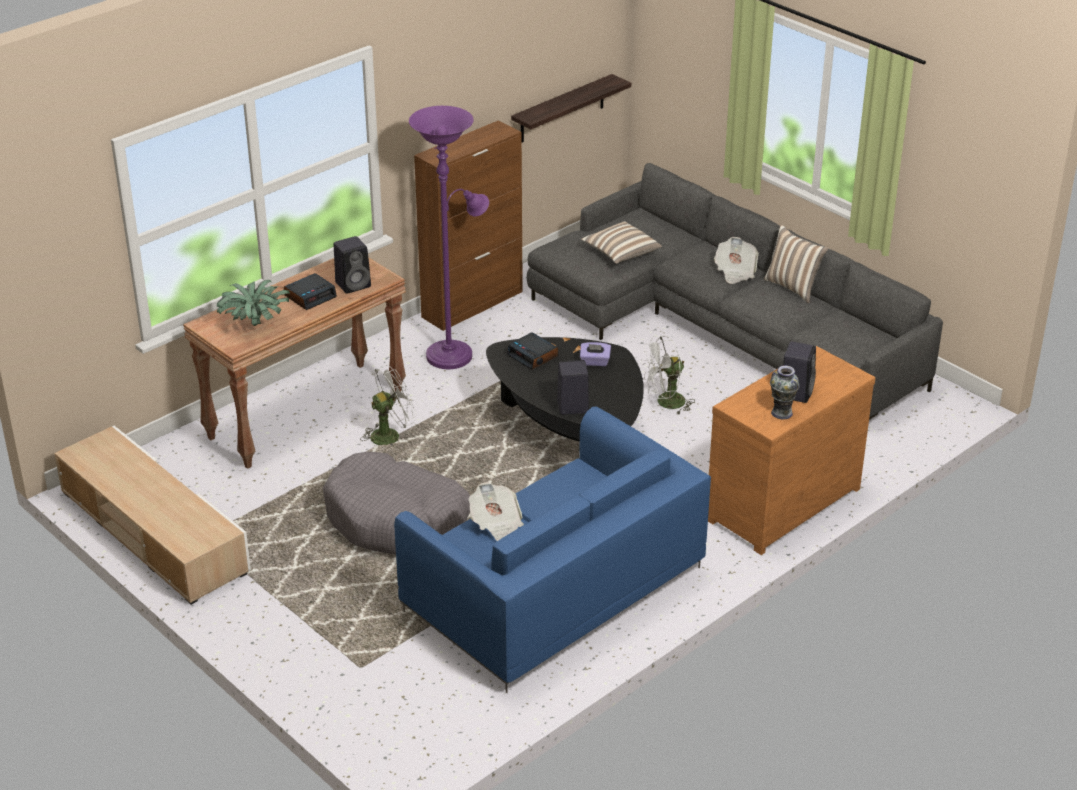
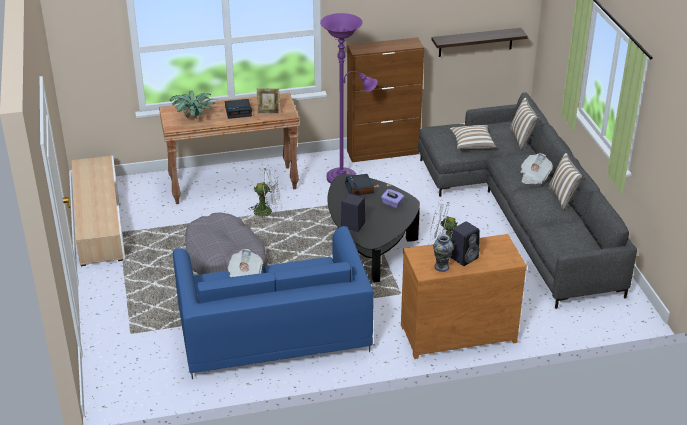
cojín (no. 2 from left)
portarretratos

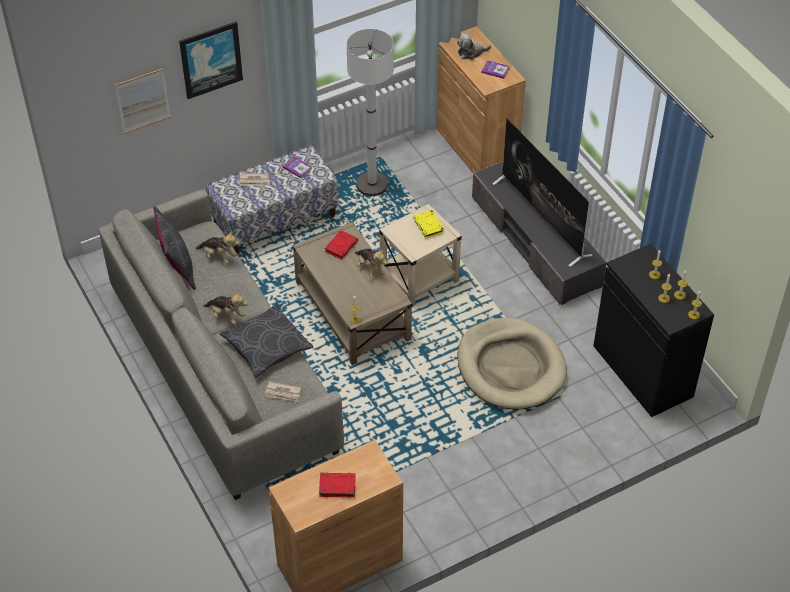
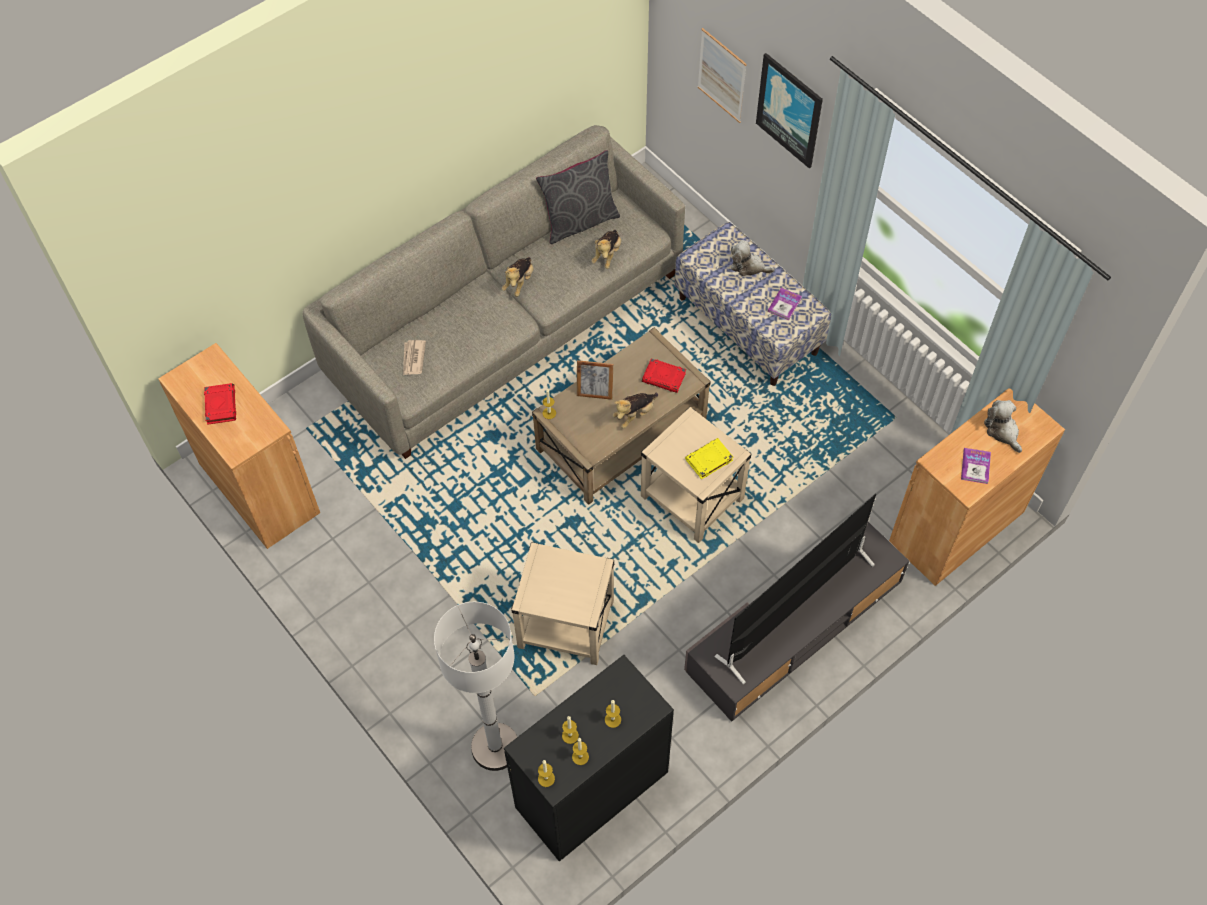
cojín/gris (no. 2 from left in the first image)
portarretratos
lámpara de pie/blanco
peluche (no. 4 from left)
mesa auxiliar/beis (no. 1 from left)

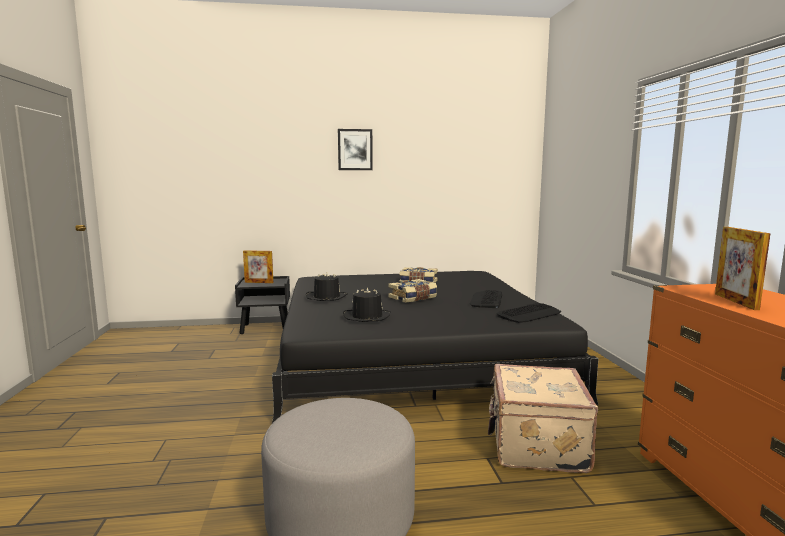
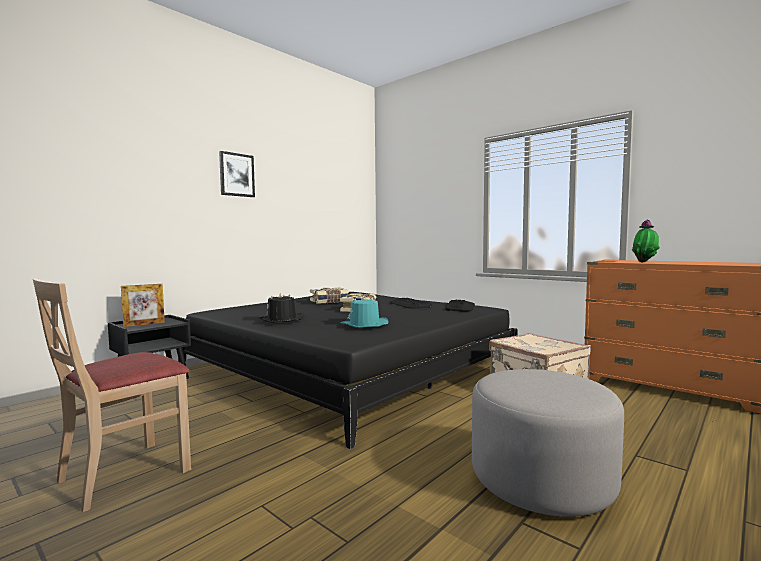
silla/beis
planta en maceta
sombrero/turquesa

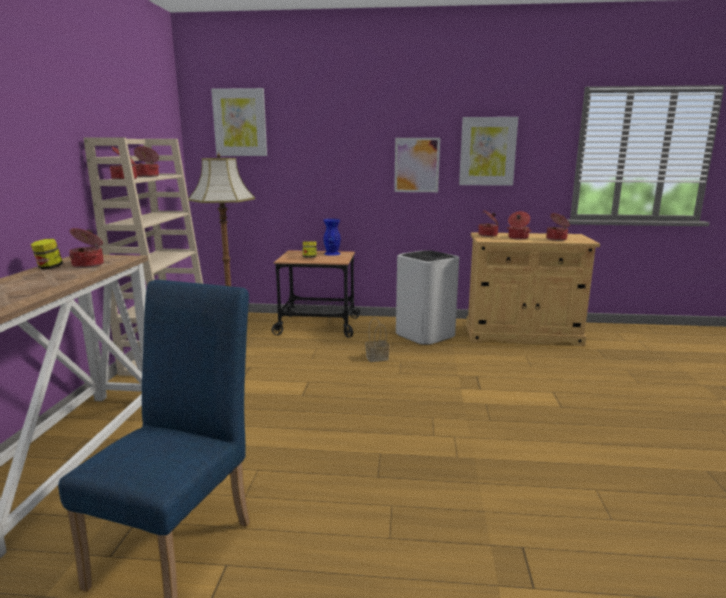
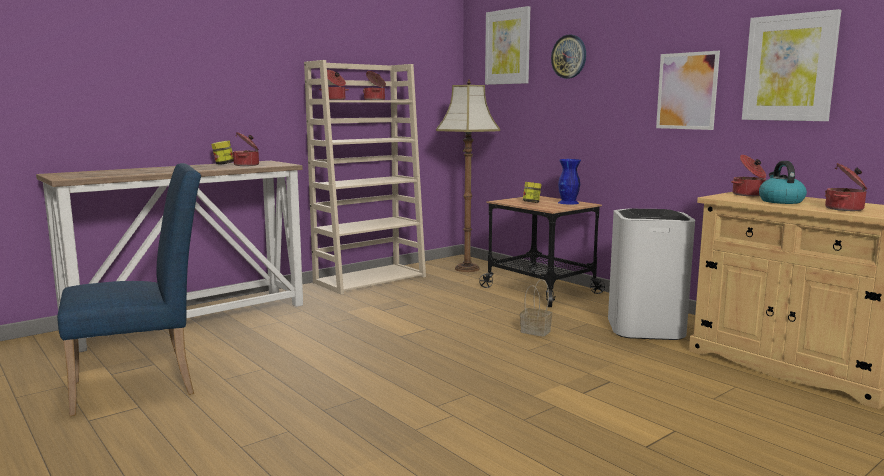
reloj de pared
hervidor

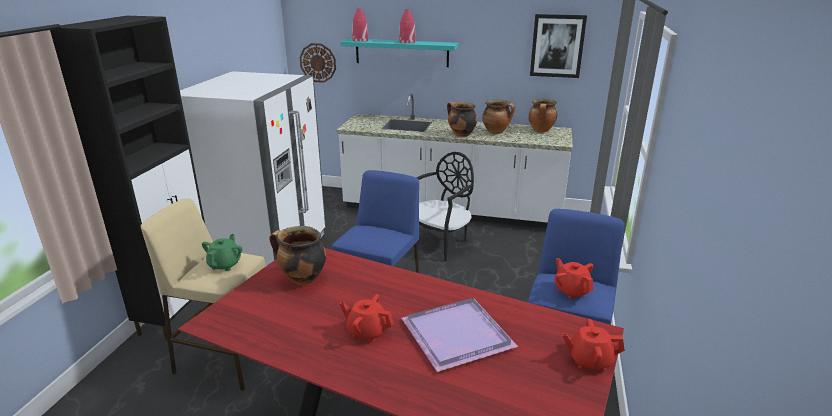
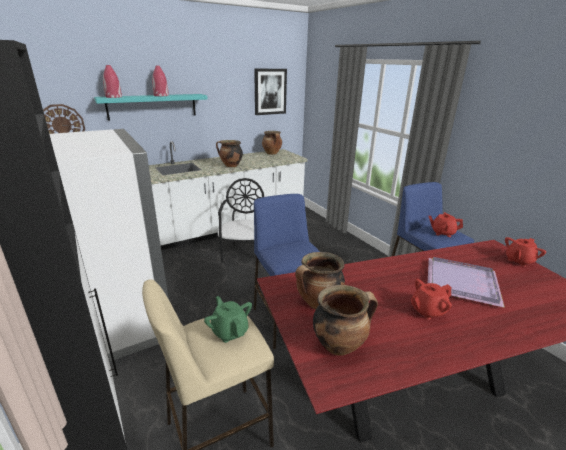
olla (no. 4 from left)

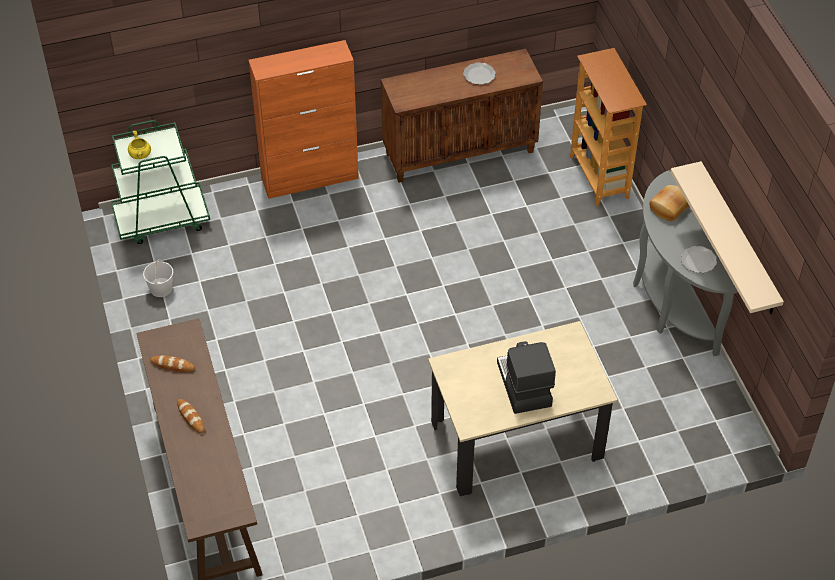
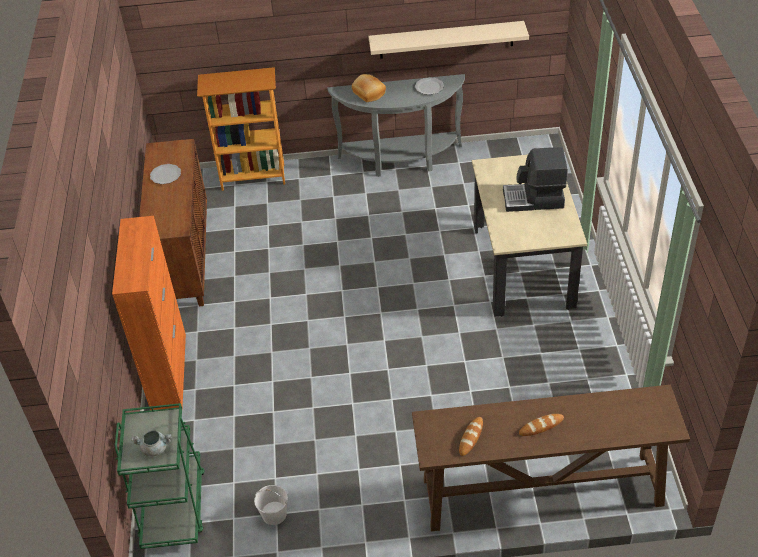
olla/gris

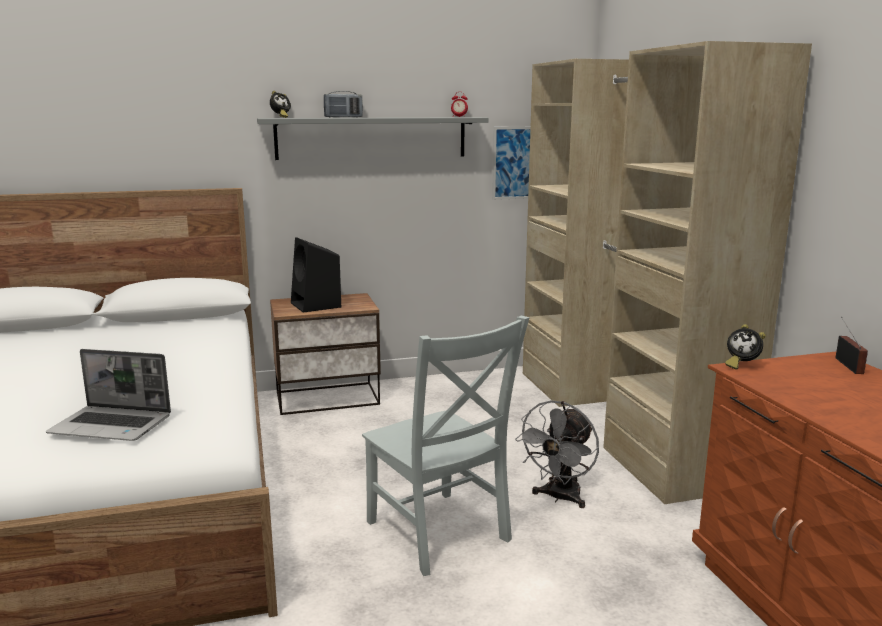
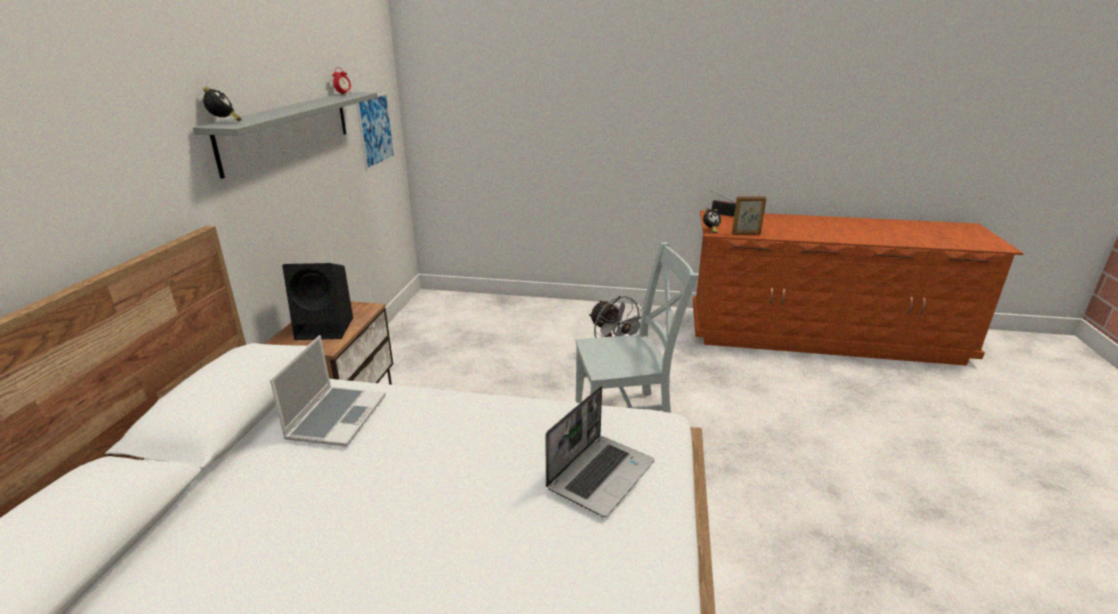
radio (no. 1 from left in the first image)
armario ropero/beis
portátil (no. 1 from left)
portarretratos

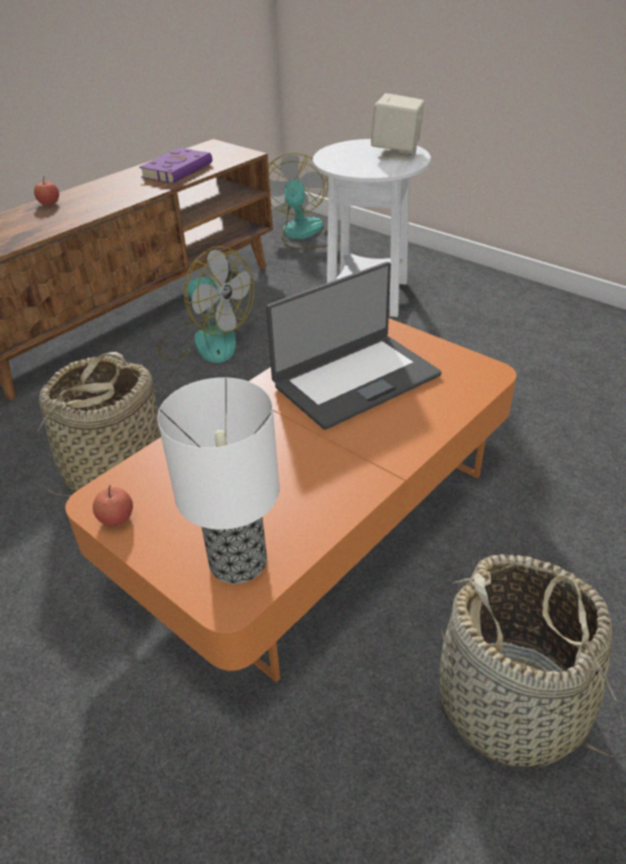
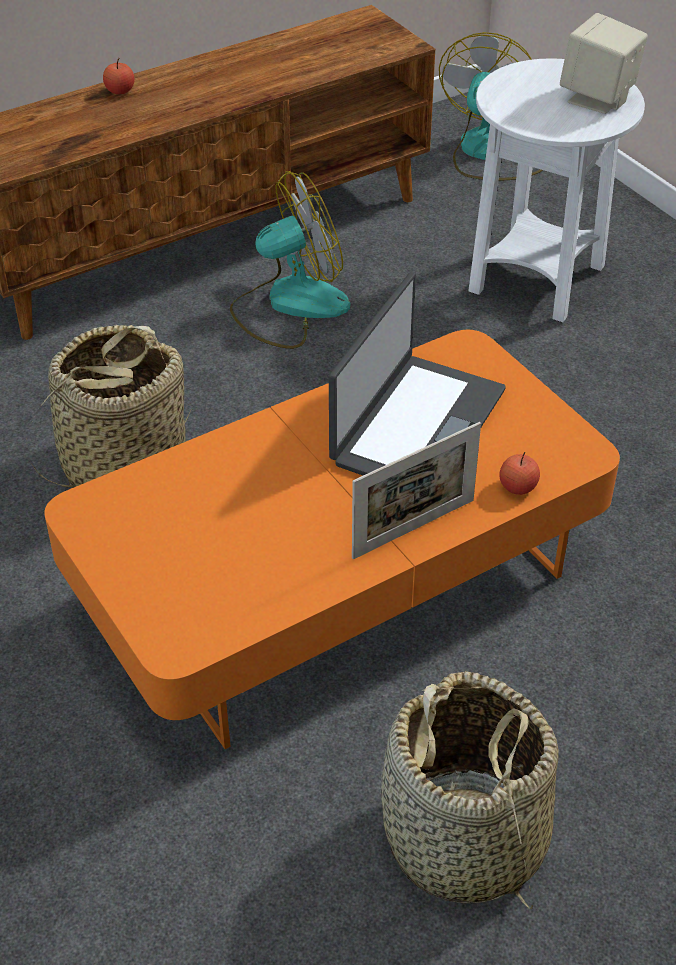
libro/morado
lámpara de mesa
portarretratos
manzana (no. 2 from left)
ventilador (no. 1 from left)
portátil

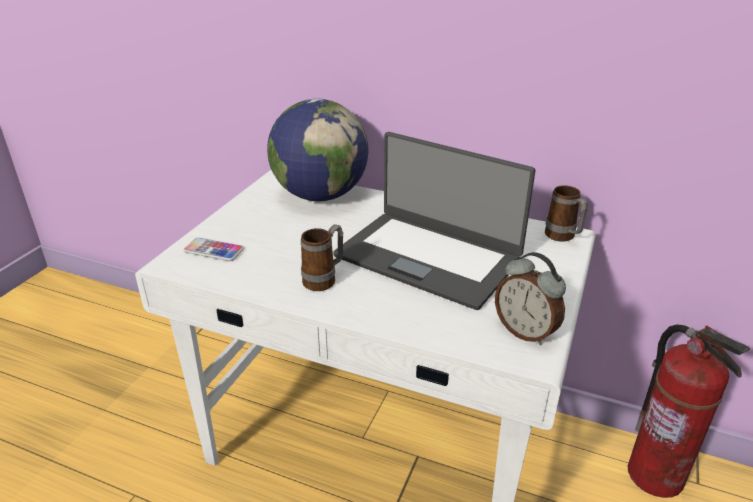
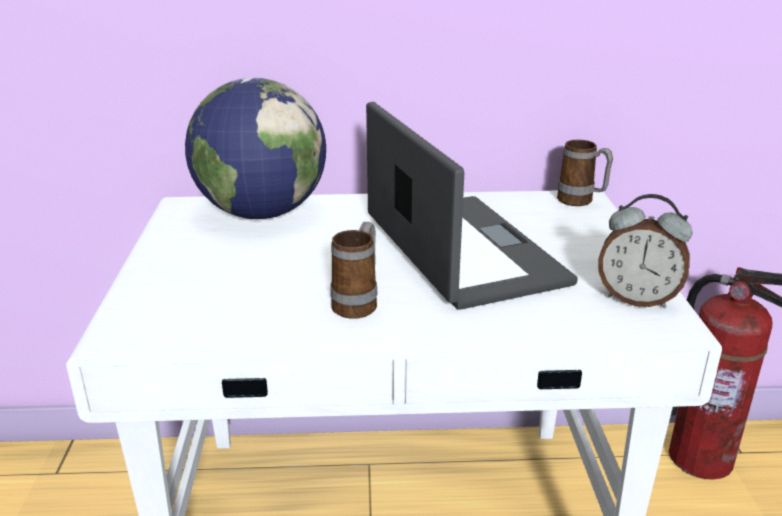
móvil
portátil

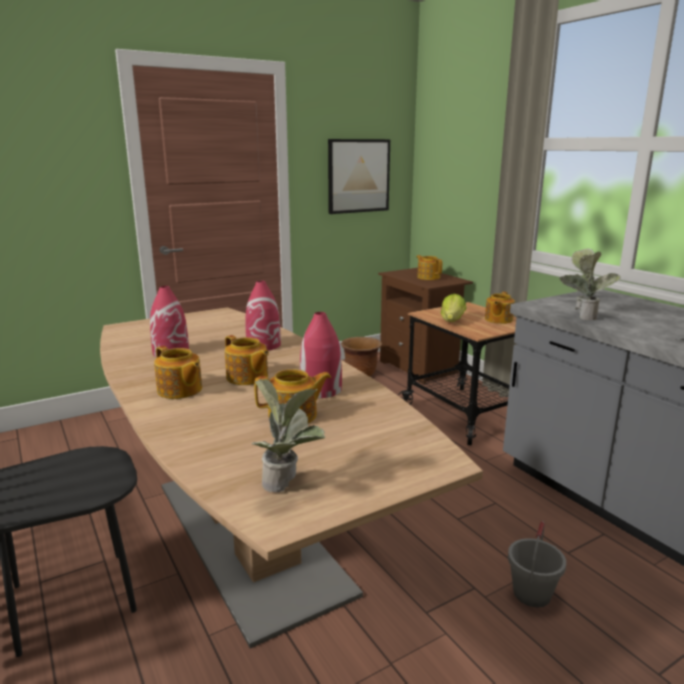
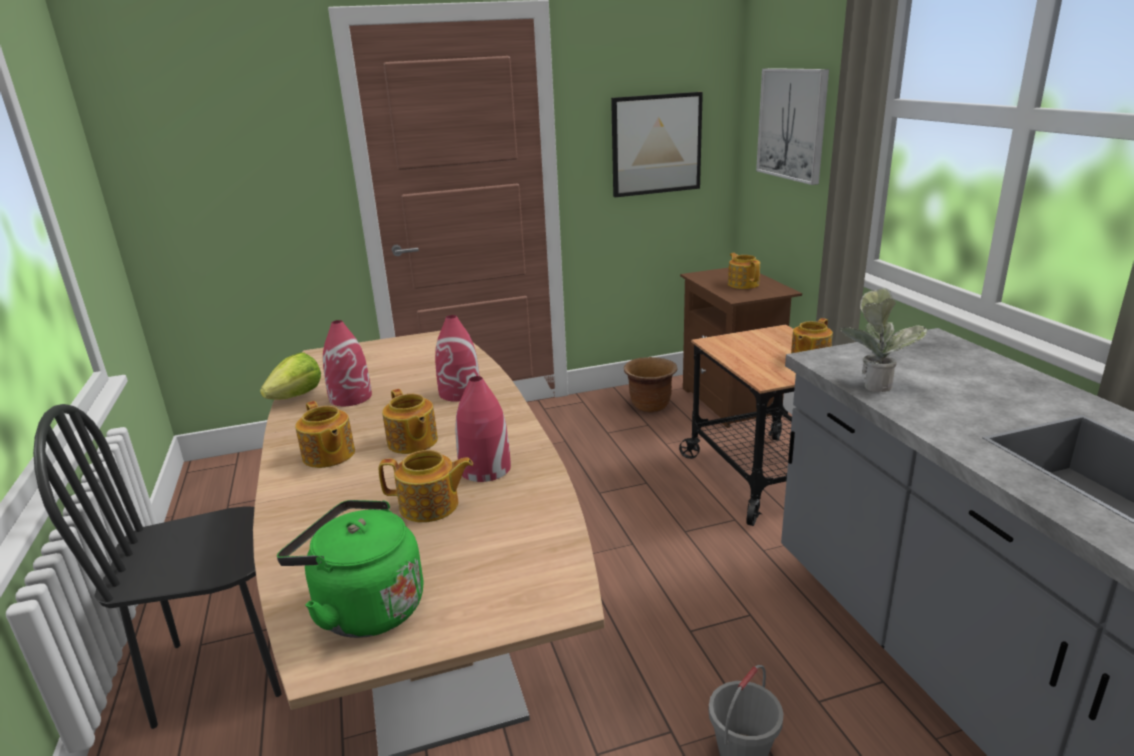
cuadro (no. 2 from left)
lechuga
hervidor/verde

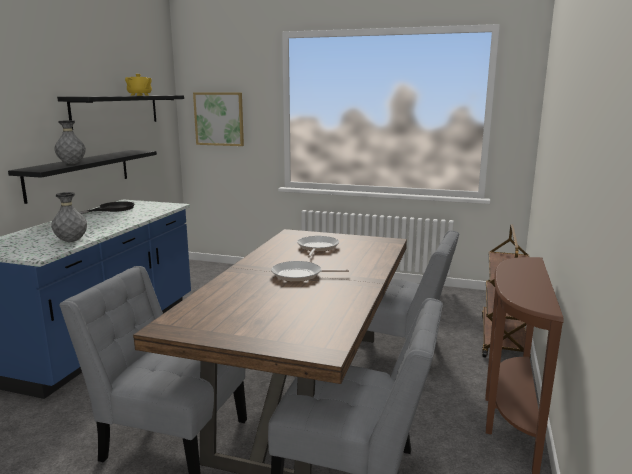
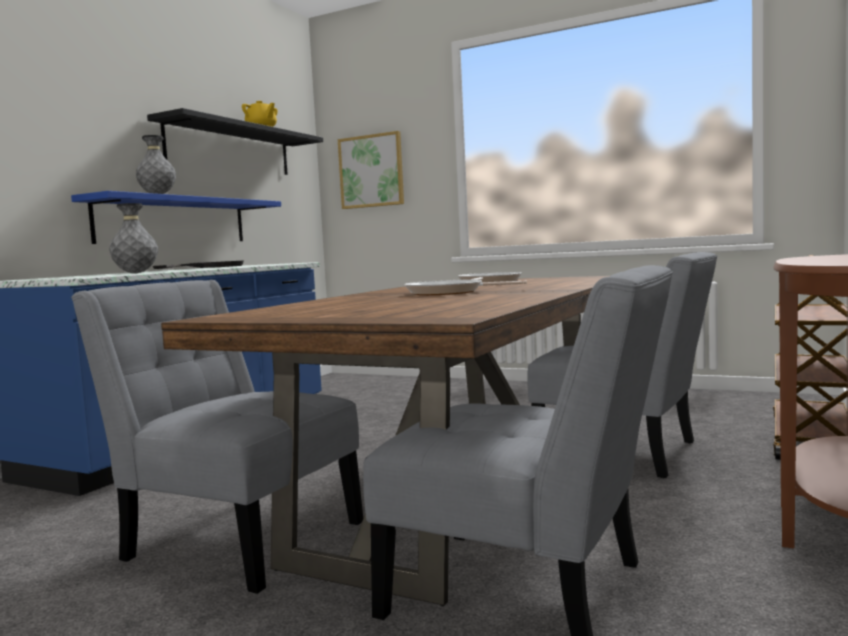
estante/azul

